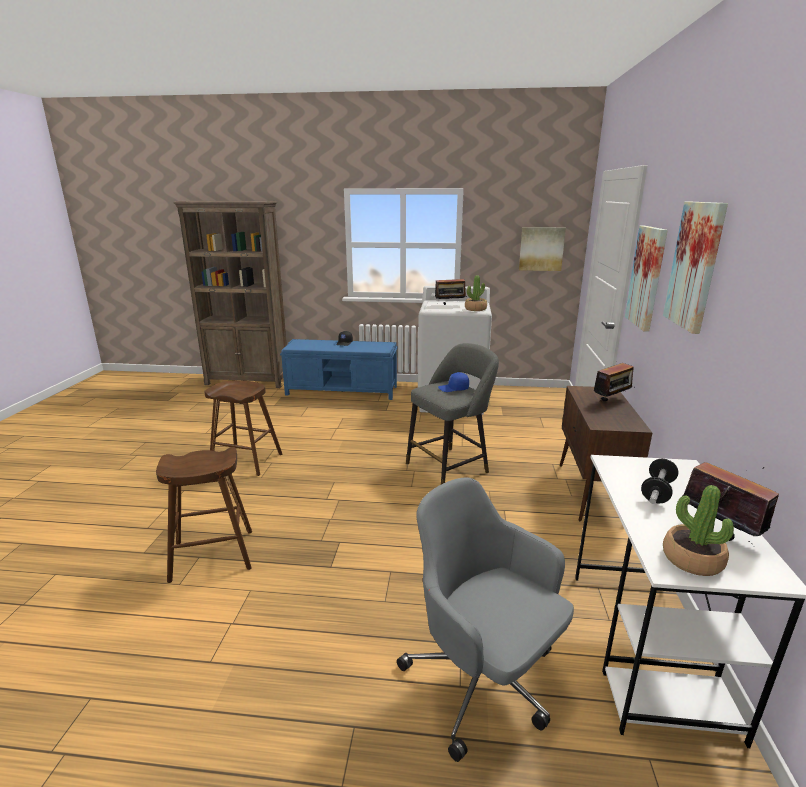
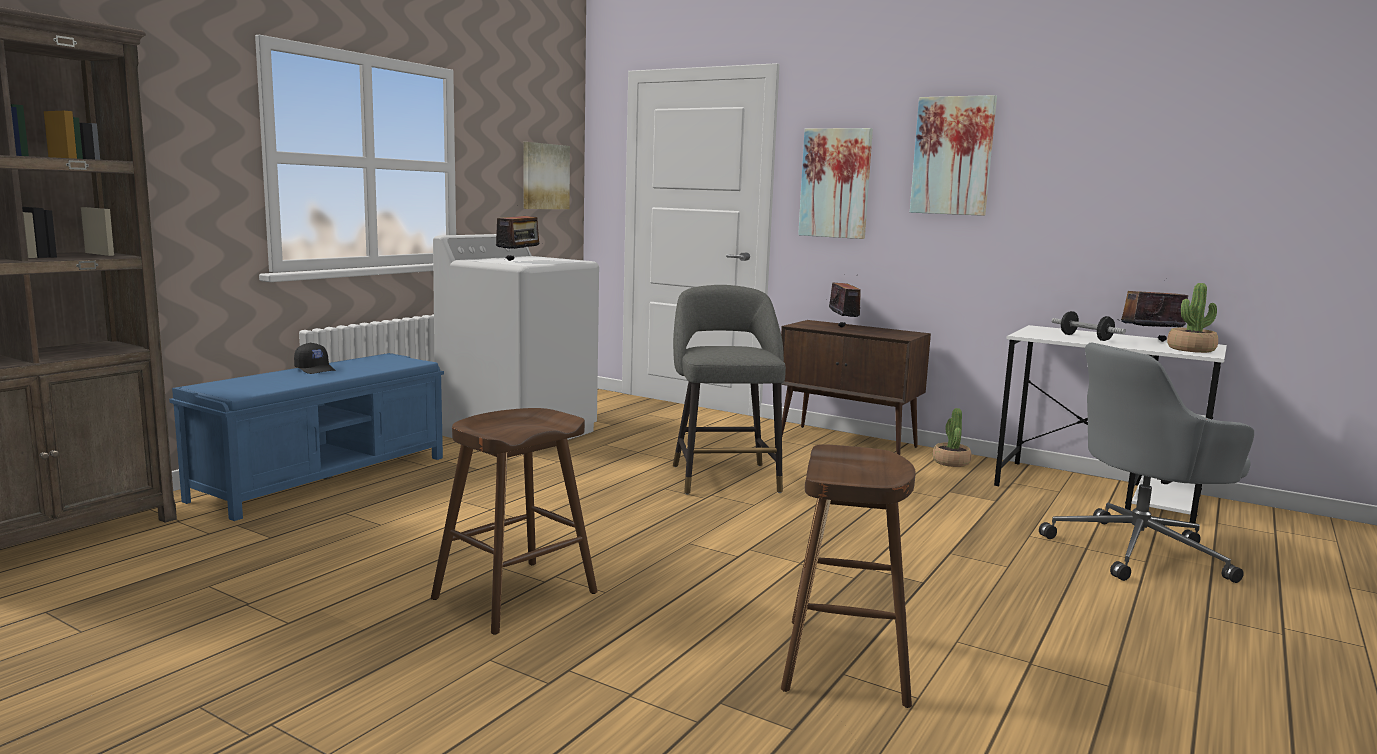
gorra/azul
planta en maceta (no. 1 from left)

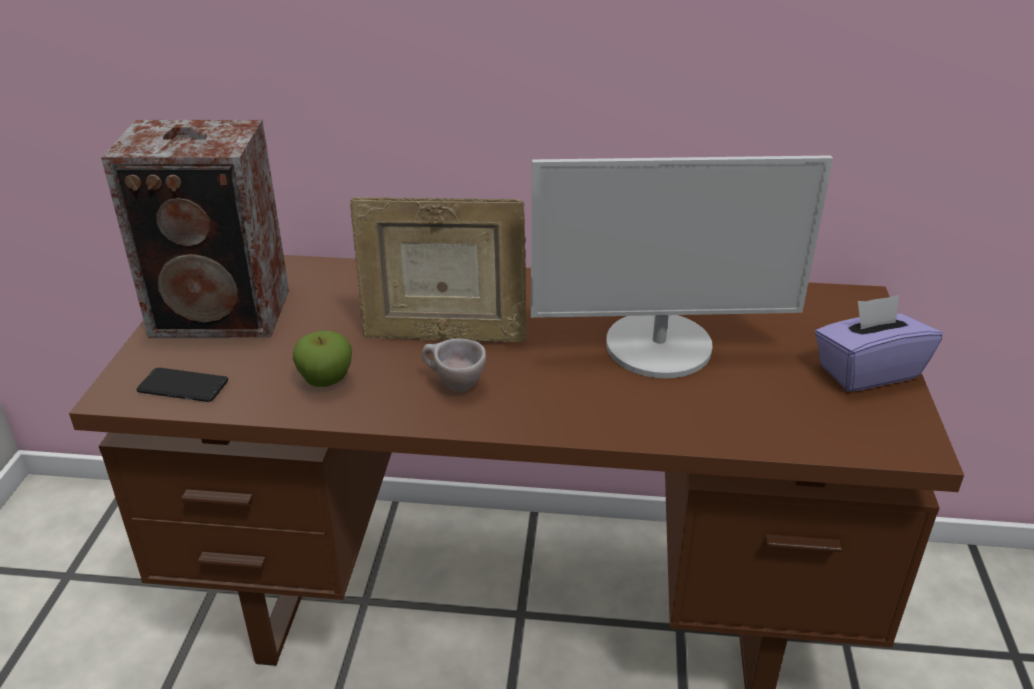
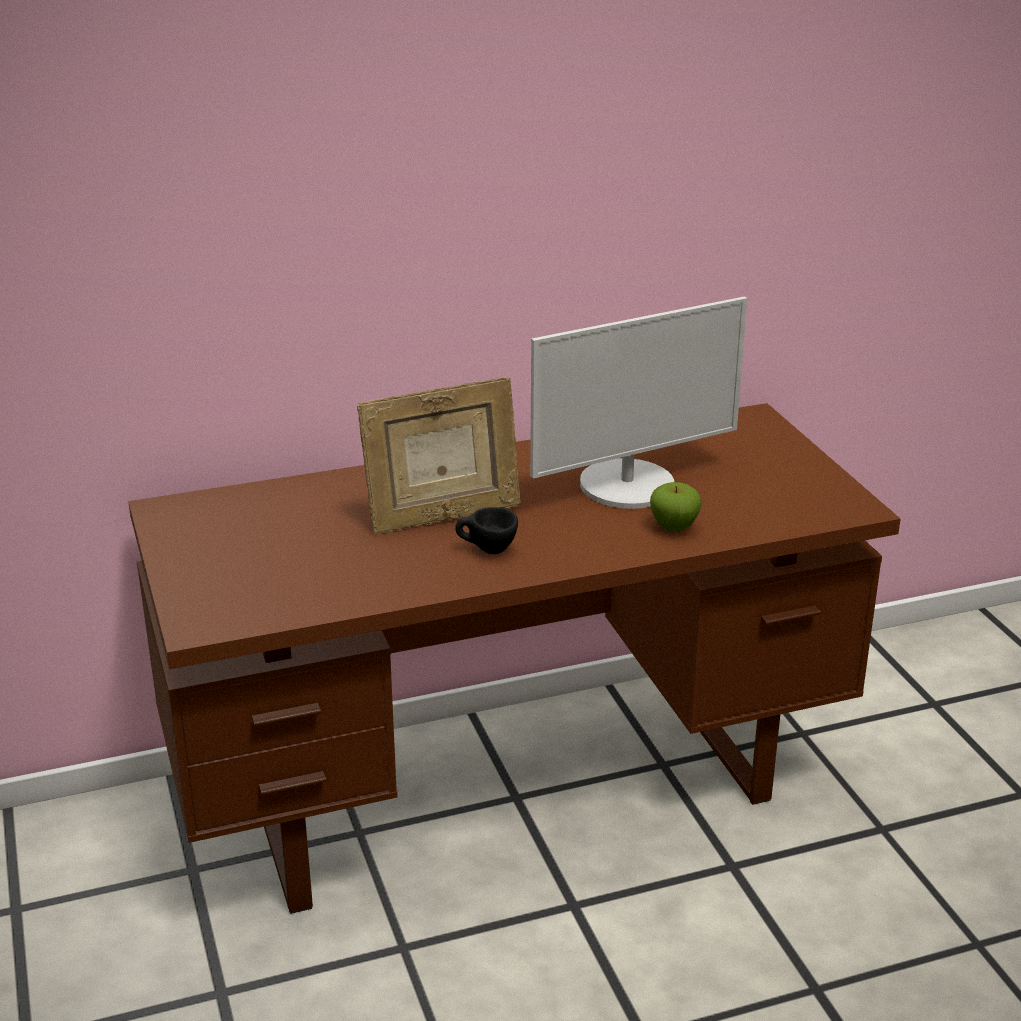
altavoz
móvil
caja de pañuelos/morado
manzana
taza/negro

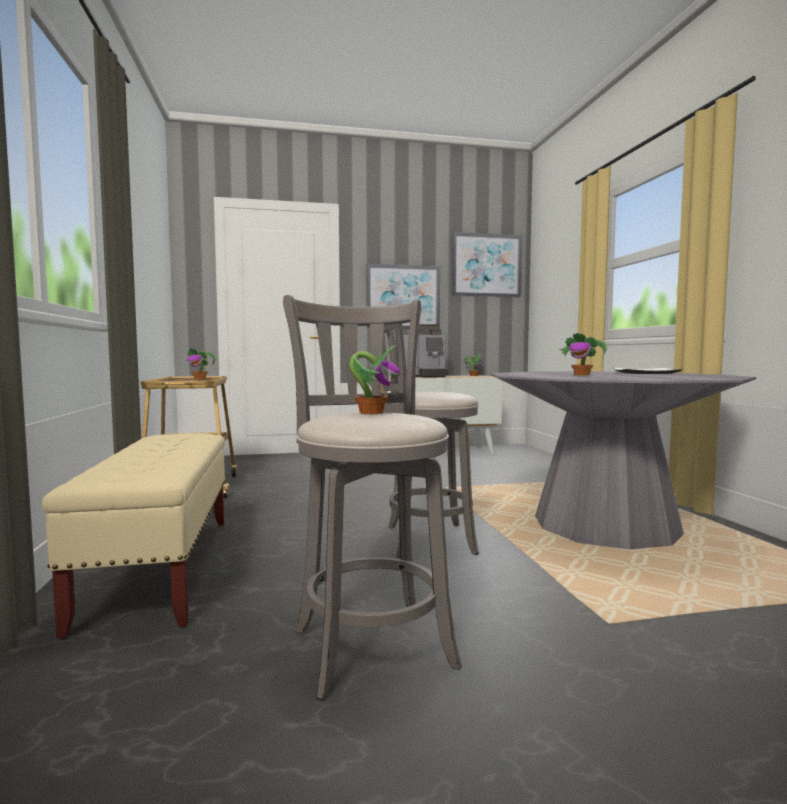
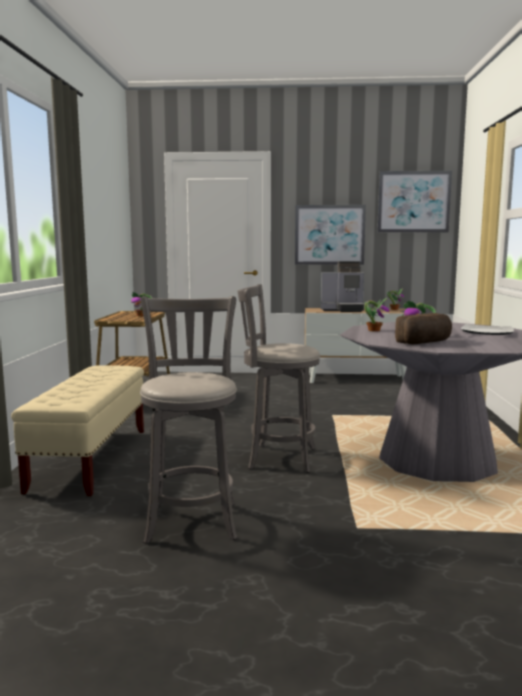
pan
planta en maceta (no. 2 from left)

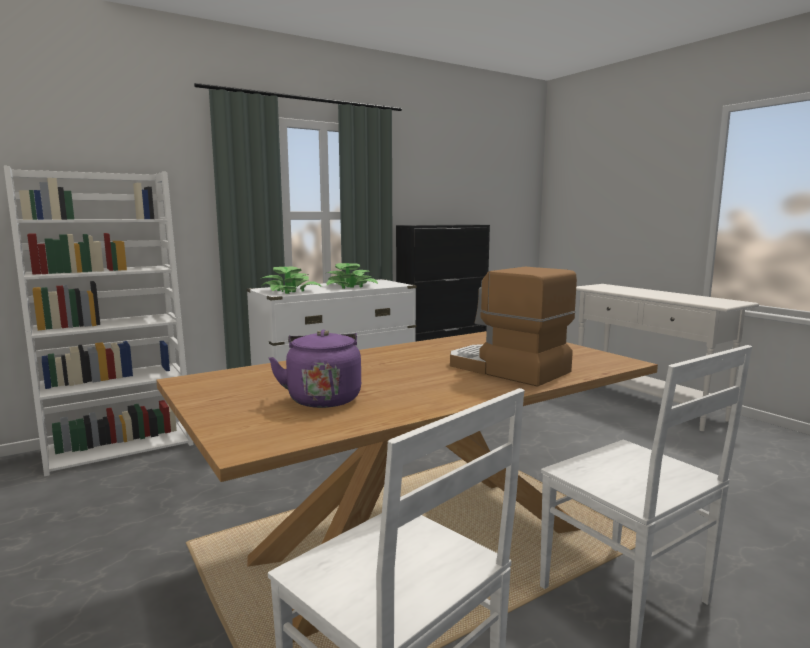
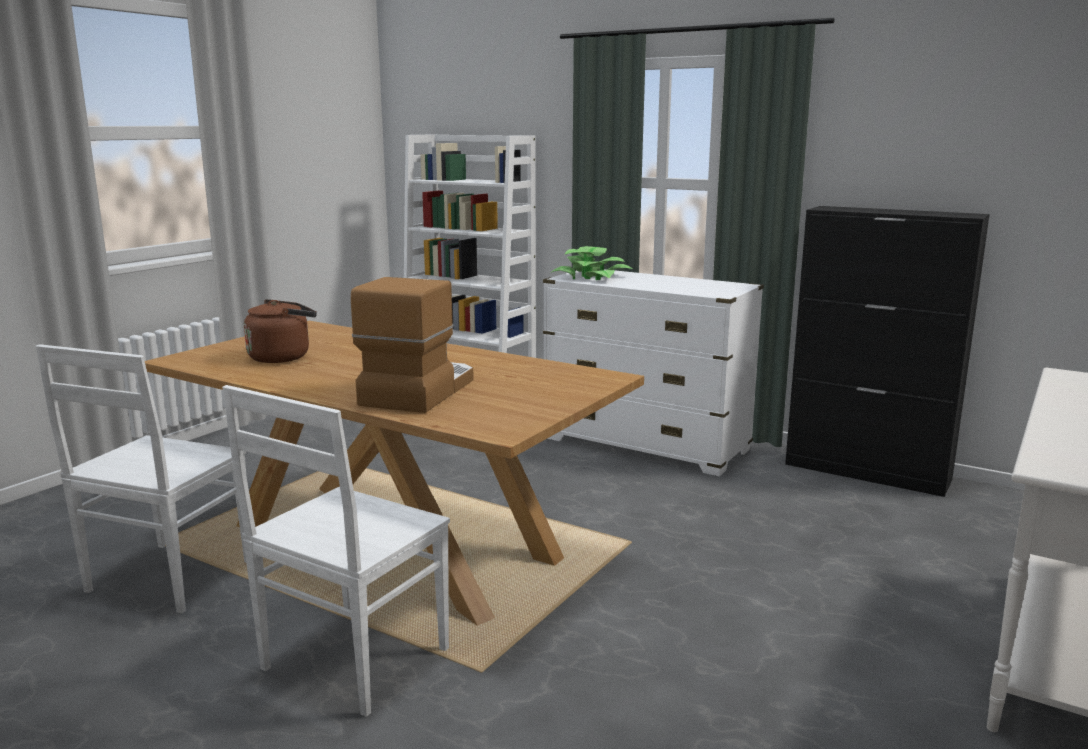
planta en maceta (no. 2 from left in the first image)
hervidor/marrón

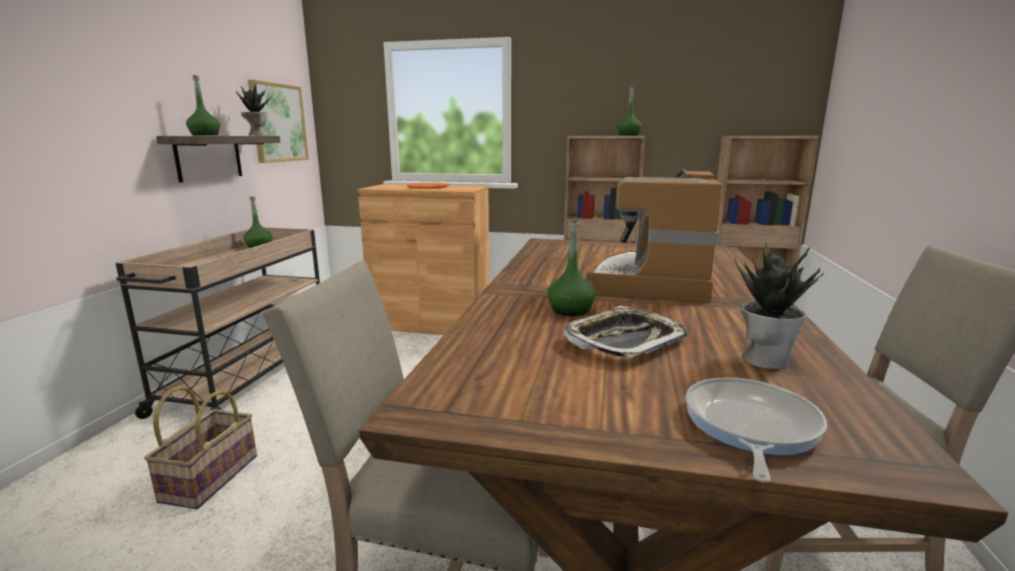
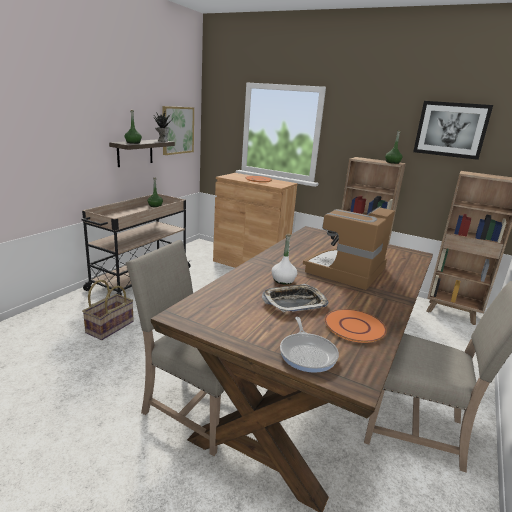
cuadro (no. 2 from left)
plato/naranja (no. 2 from left)
botella/blanco
sartén

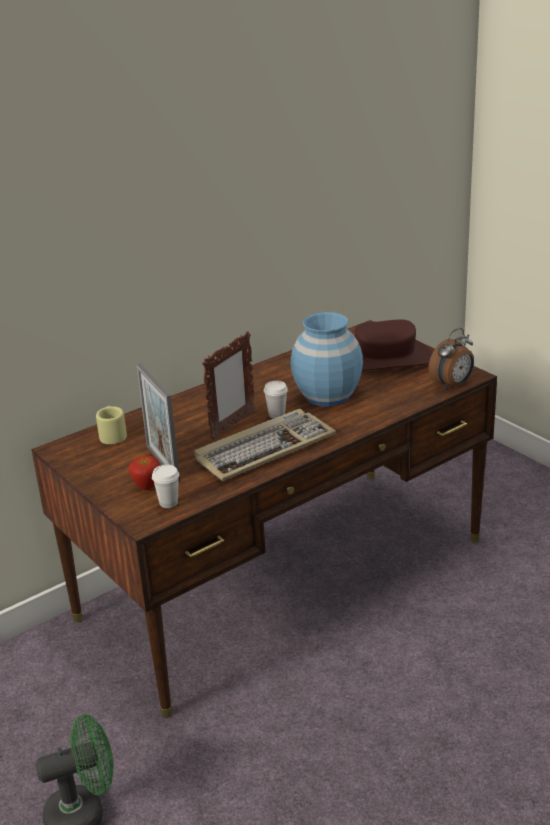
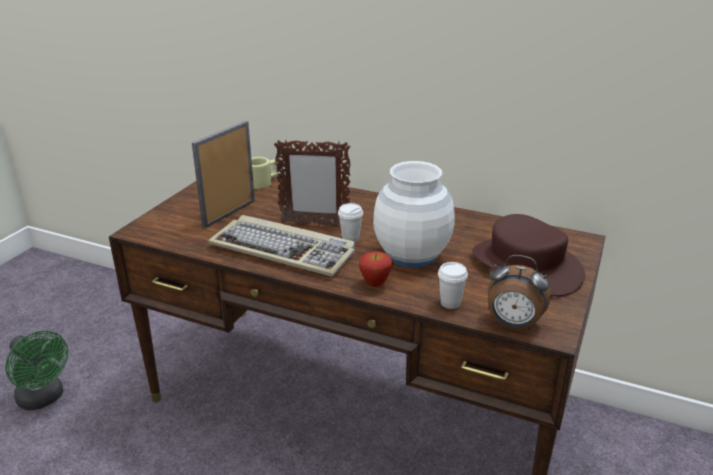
manzana
taza/blanco (no. 2 from left)
florero/blanco

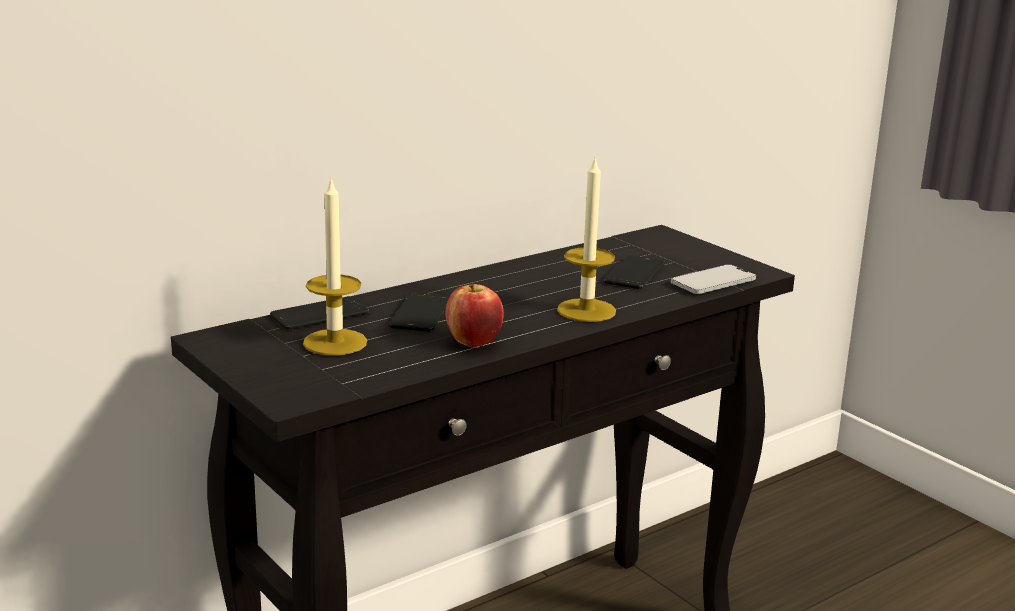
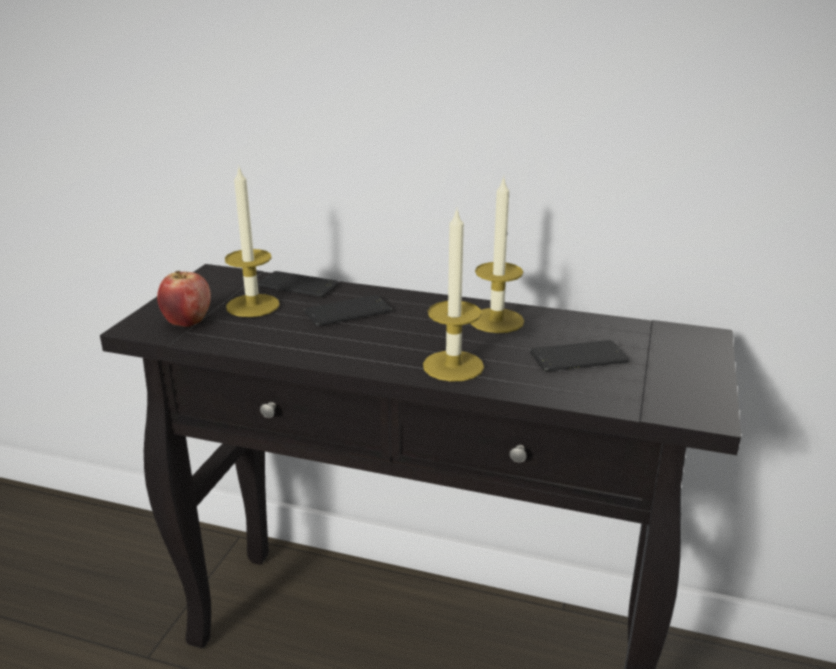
móvil (no. 4 from left in the first image)
vela (no. 3 from left)
manzana

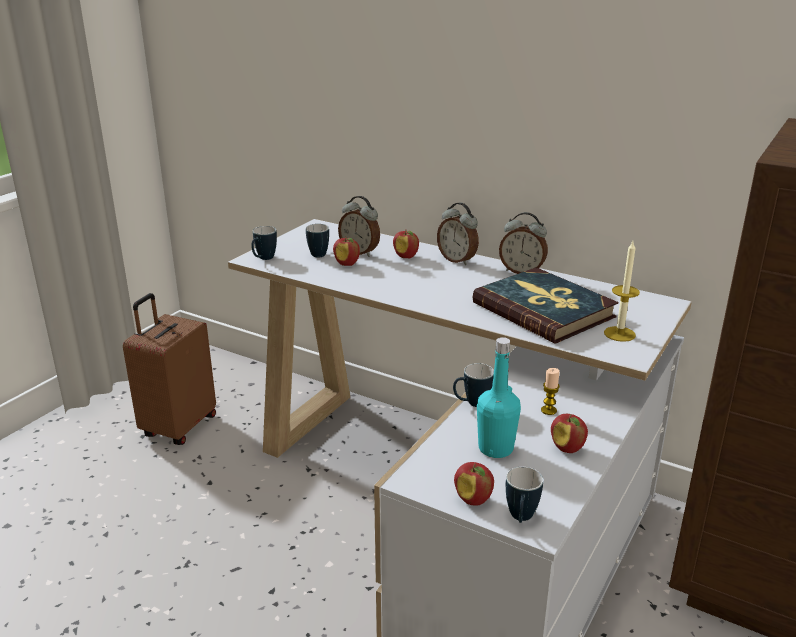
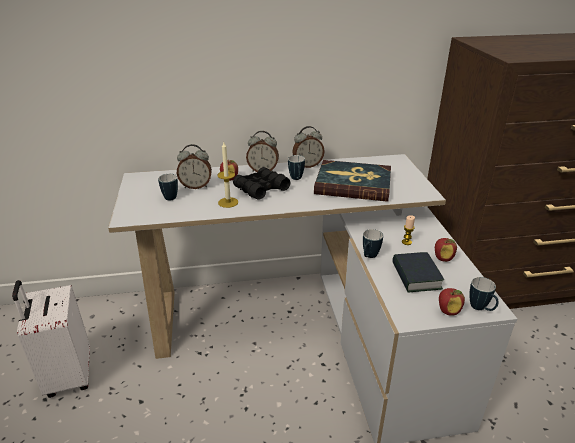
manzana (no. 1 from left in the first image)
prismáticos/negro
taza grande (no. 2 from left)
vela (no. 1 from left)
libro (no. 2 from left)
maleta/blanco

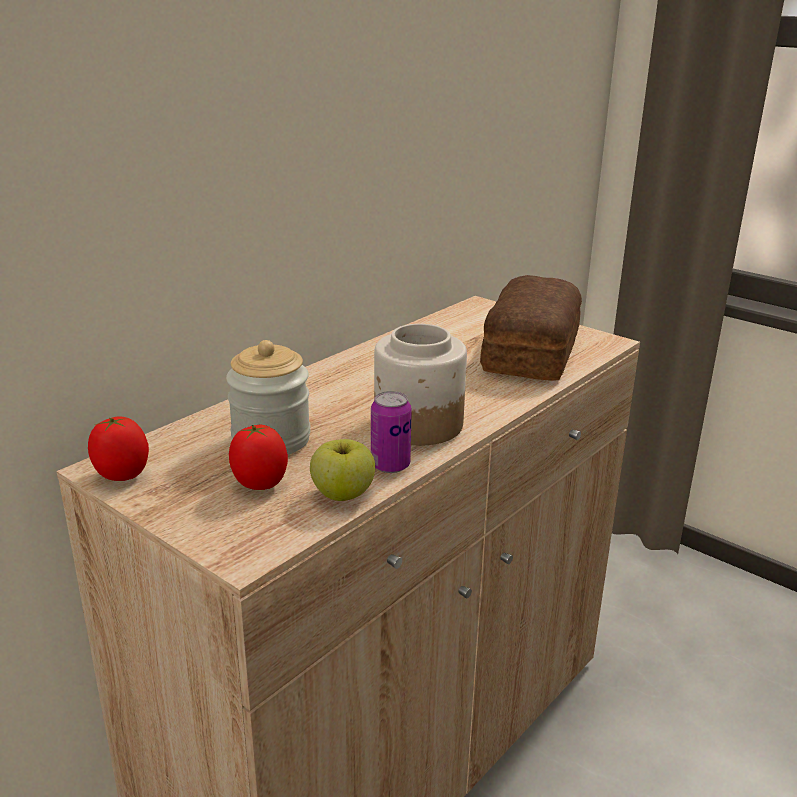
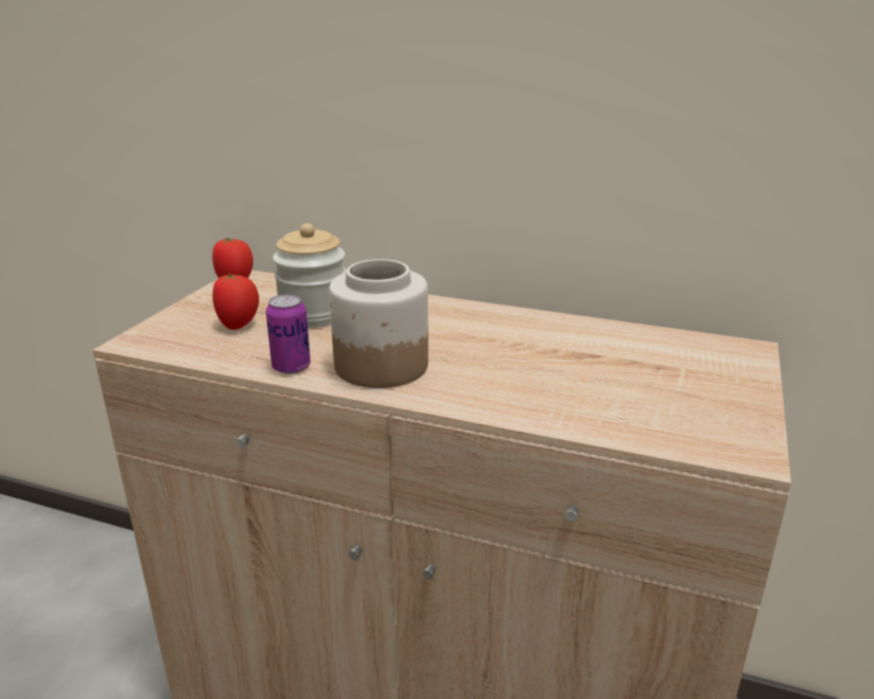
manzana
pan

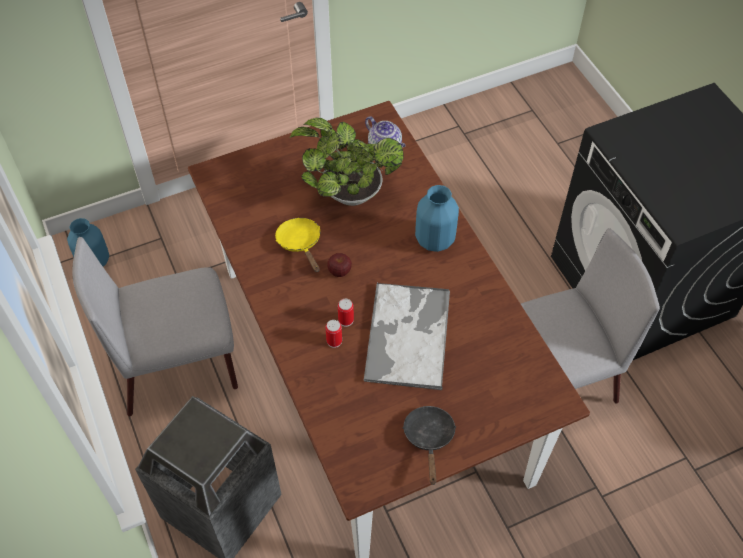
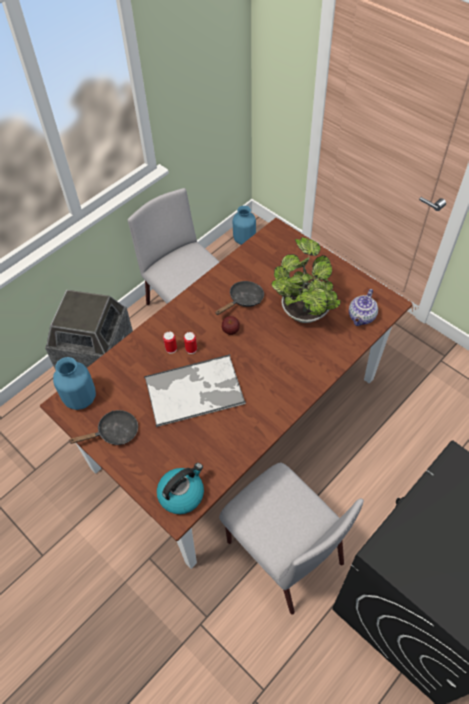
hervidor
florero/azul (no. 1 from left)
sartén/negro (no. 2 from left)

